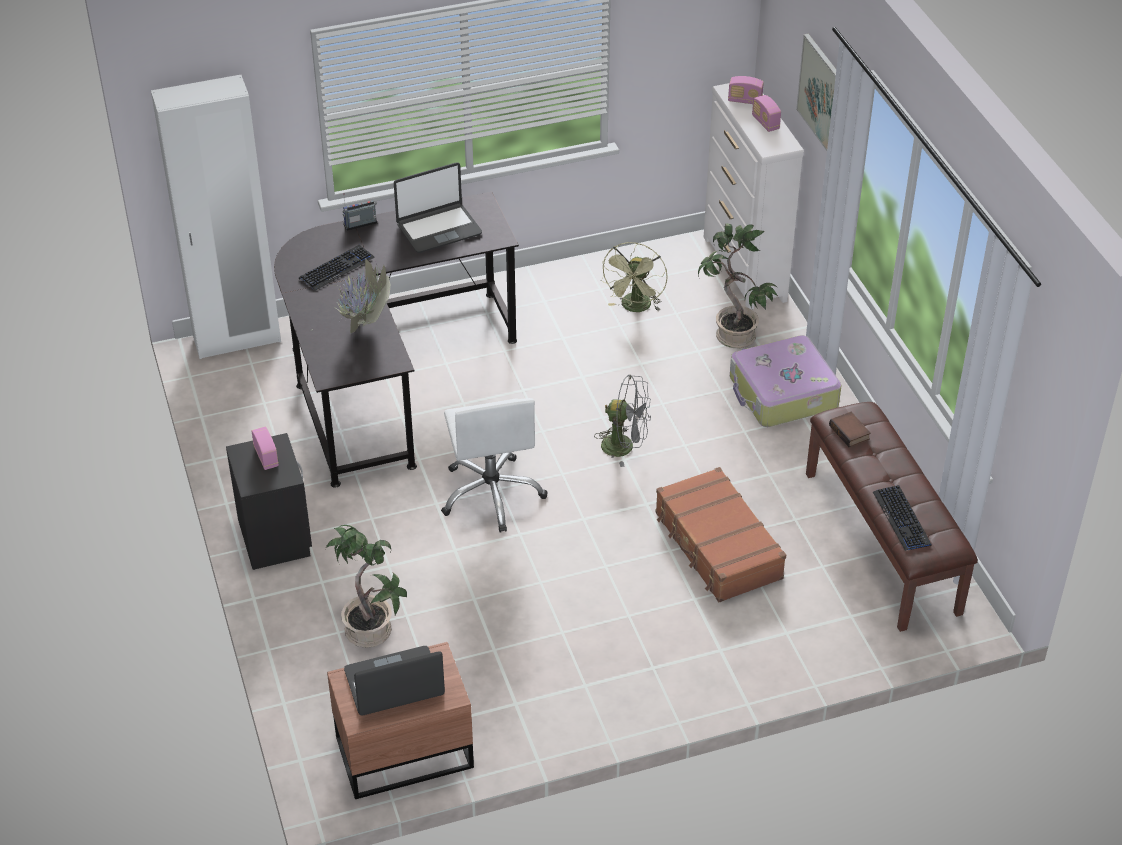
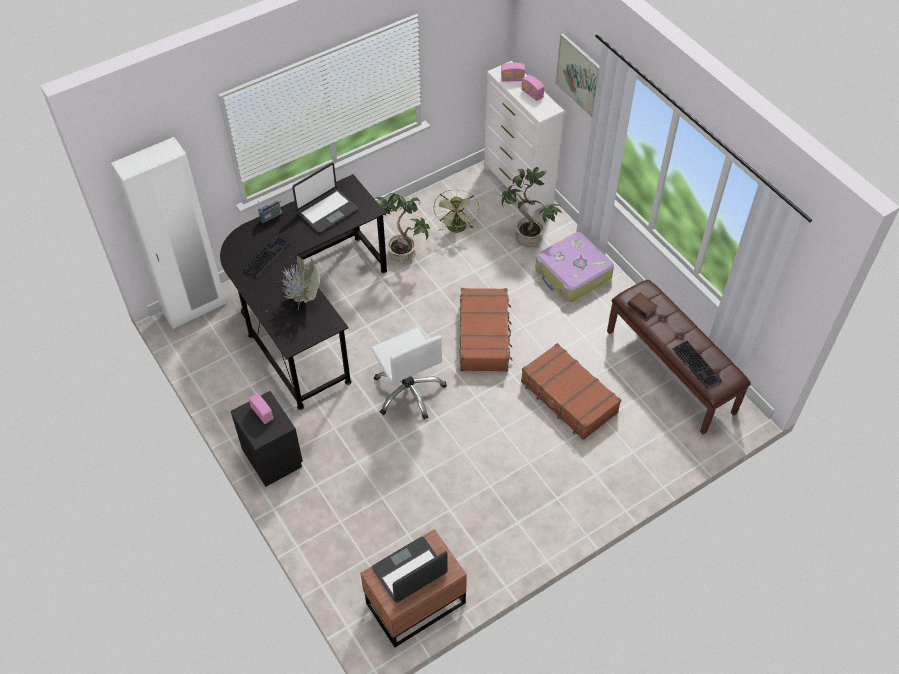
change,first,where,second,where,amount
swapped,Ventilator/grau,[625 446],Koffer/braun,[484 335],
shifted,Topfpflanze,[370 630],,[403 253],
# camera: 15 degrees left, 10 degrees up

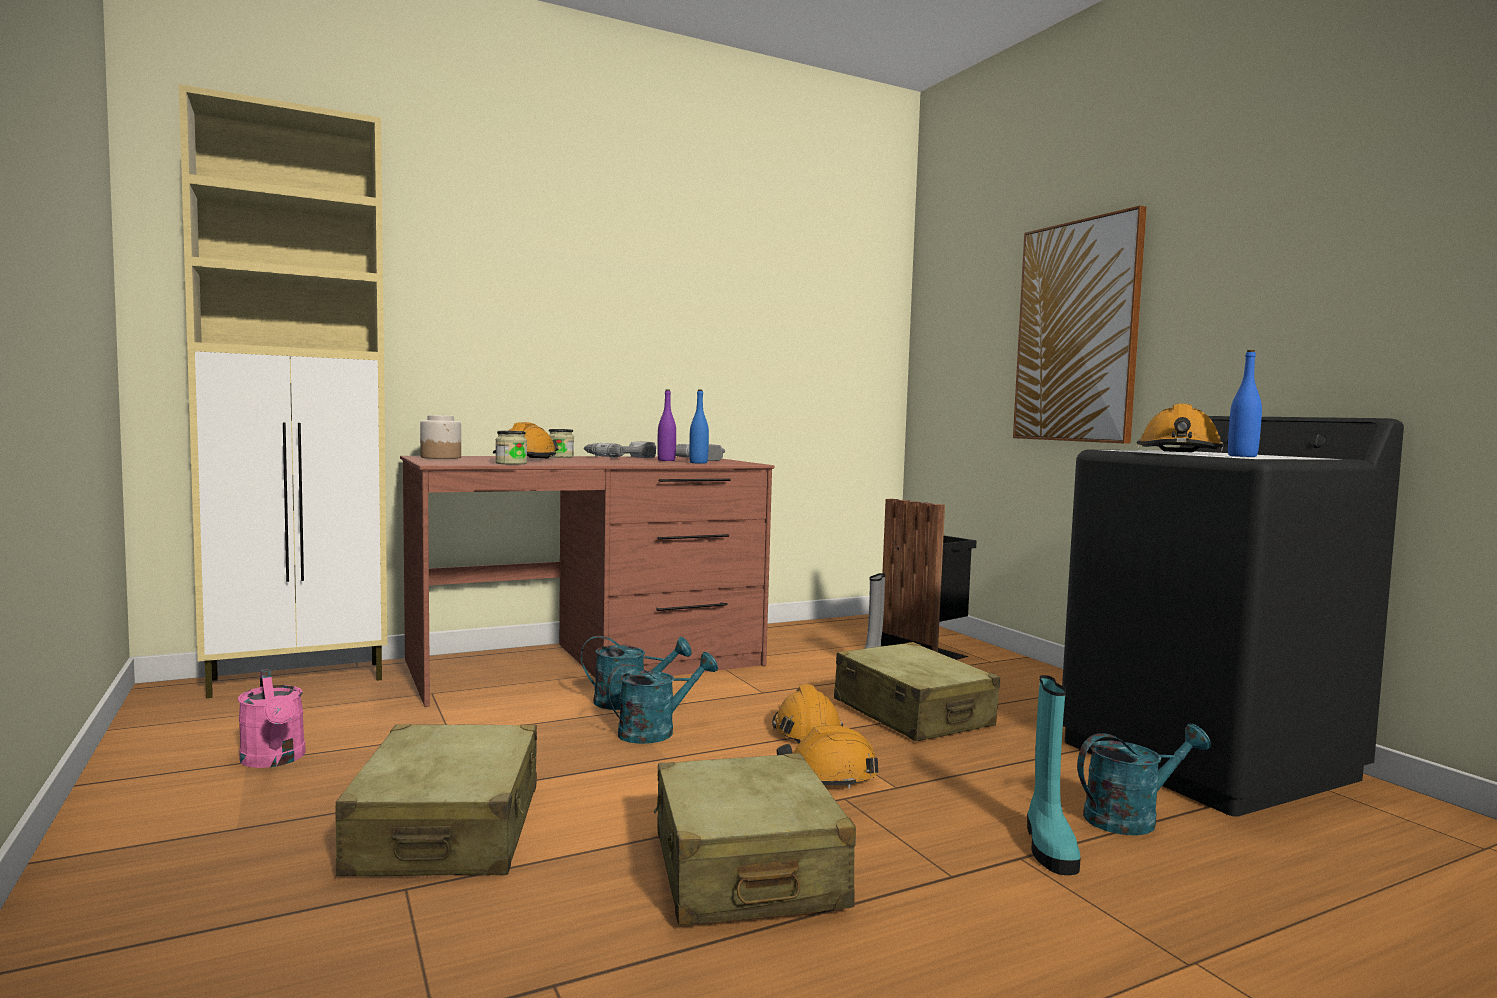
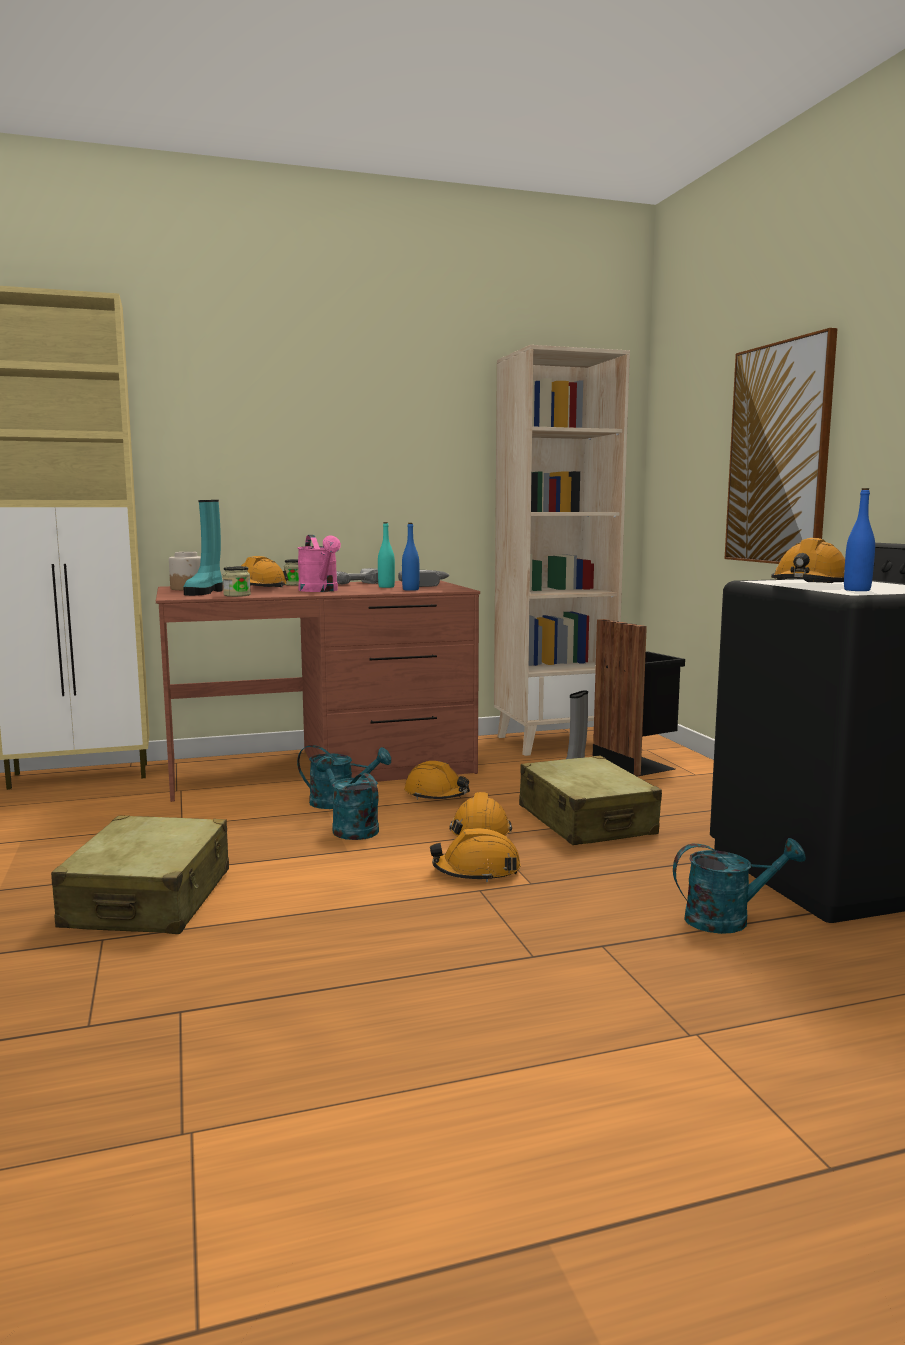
change,first,where,second,where,amount
repainted,Flasche/lila,[666 460],Flasche/türkis,[386 587],
rotated,Gießkanne/türkis,[656 731],,[350 828],105 degrees counterclockwise
shifted,Gießkanne/rosa,[275 760],,[321 590],
shifted,Stiefel/türkis,[1048 846],,[205 592],
gone,Koffer/beige,[746 870],,,
new,,,Bücherregal/beige,[553 742],
new,,,Schutzhelm/orange,[436 795],
# camera: 10 degrees right, 5 degrees up

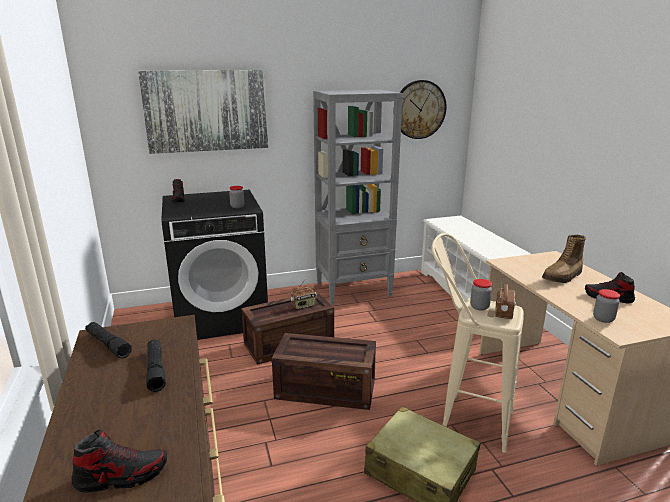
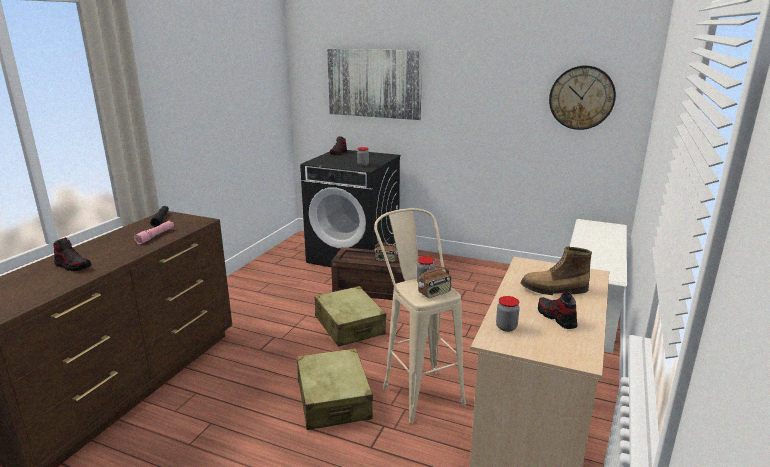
change,first,where,second,where,amount
gone,Bücherregal/grau,[354 290],,,
swapped,Kiste,[323 390],Koffer/beige,[349 326],
repainted,Taschenlampe/schwarz,[156 369],Taschenlampe/rosa,[155 236],
# camera: 40 degrees right, 0 degrees up

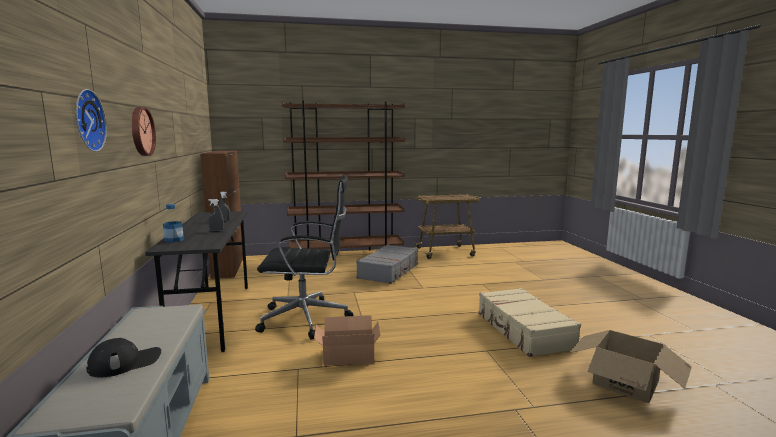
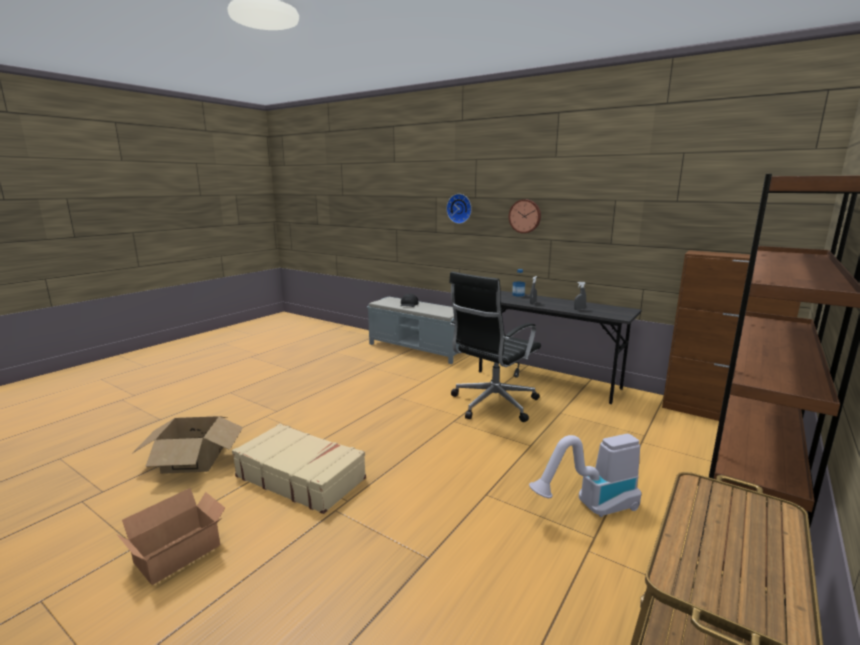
change,first,where,second,where,amount
swapped,Koffer/grau,[389 271],Staubsauger,[590 508],
shifted,Karton,[347 355],,[181 554],
# camera: 135 degrees right, 5 degrees up

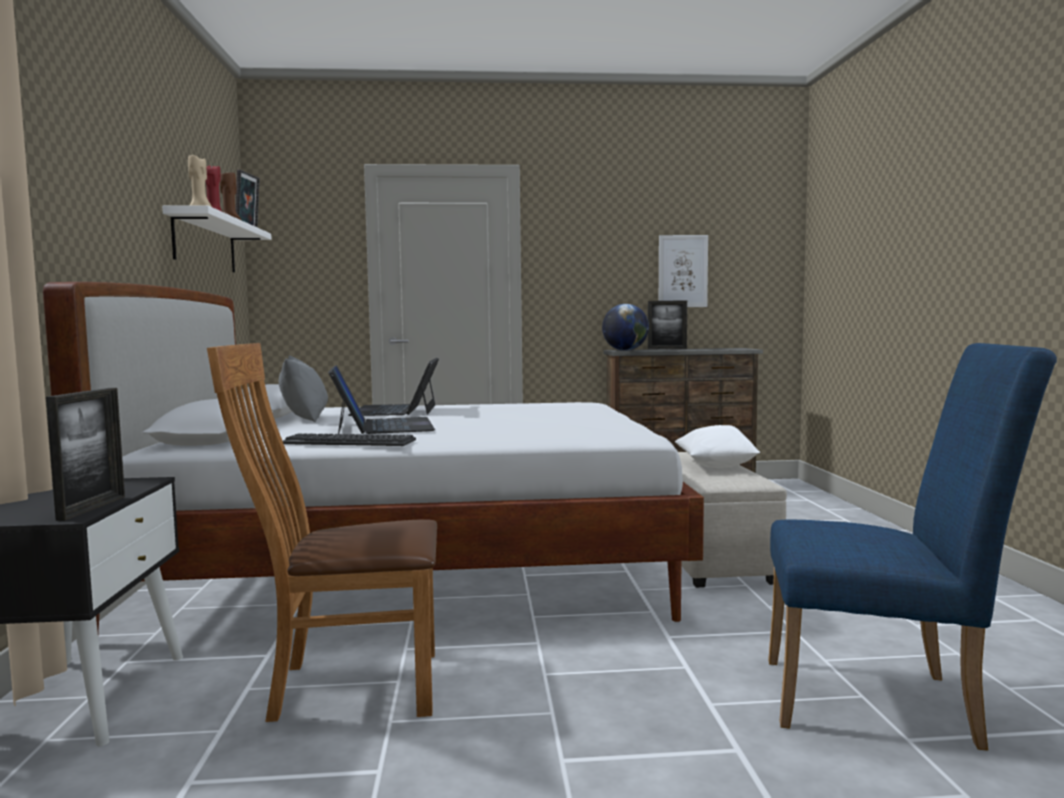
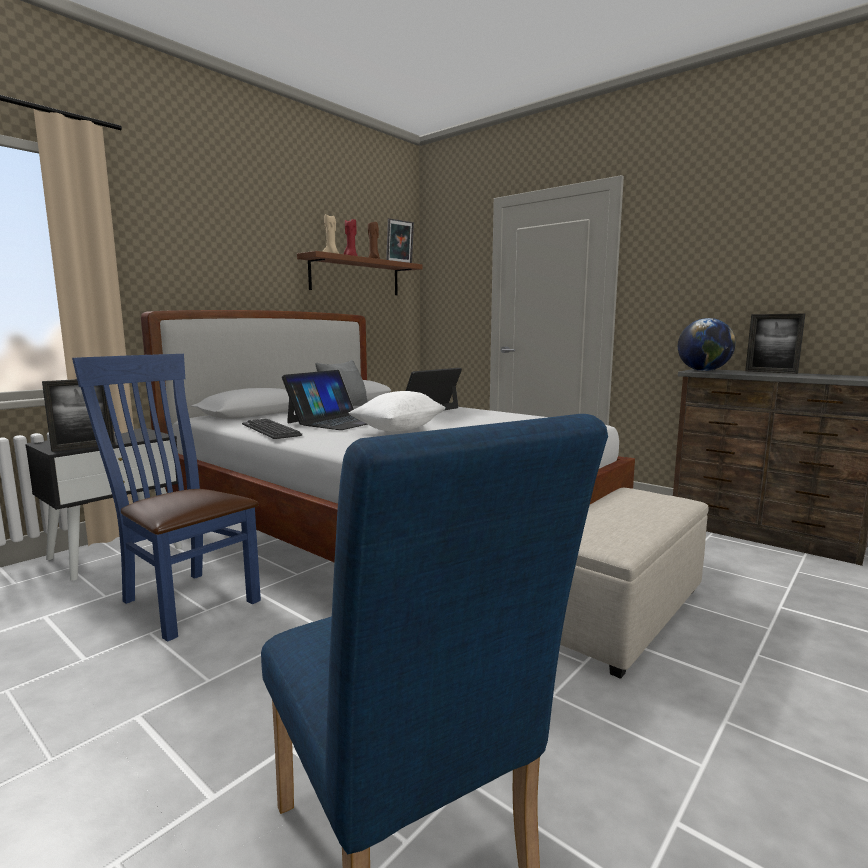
change,first,where,second,where,amount
repainted,Wandregal/weiß,[205 244],Wandregal/braun,[355 276],
gone,Bild,[682 271],,,
repainted,Stuhl/braun,[345 686],Stuhl/blau,[184 599],
shifted,Kissen/weiß,[716 466],,[398 430],
# camera: 45 degrees right, 5 degrees up

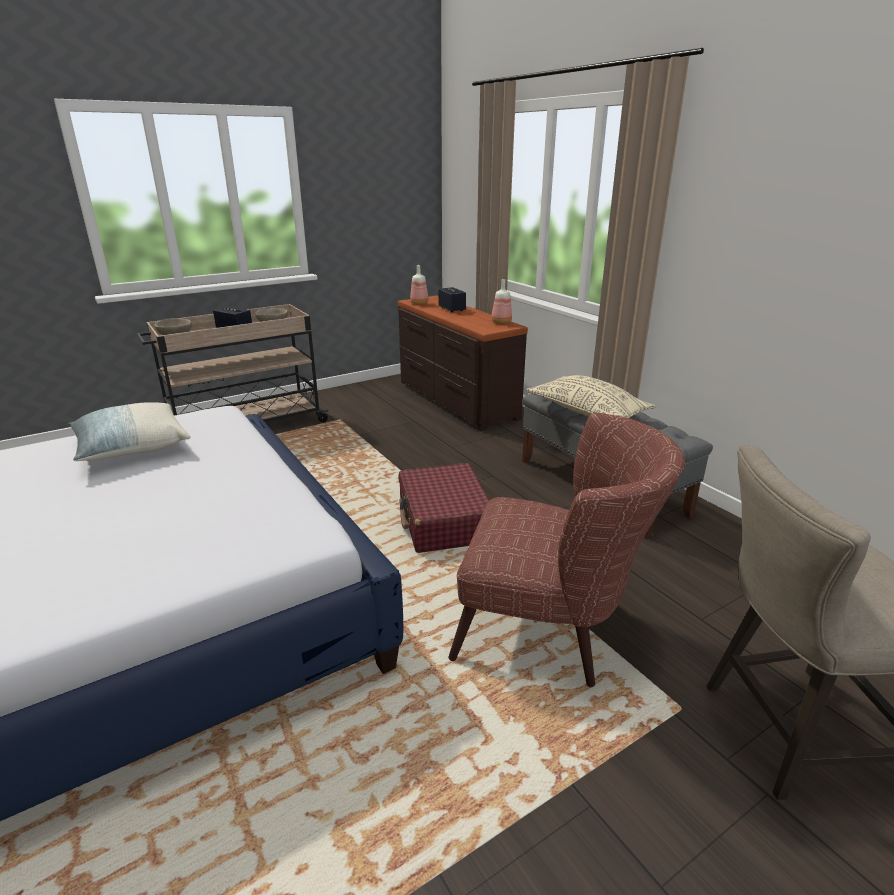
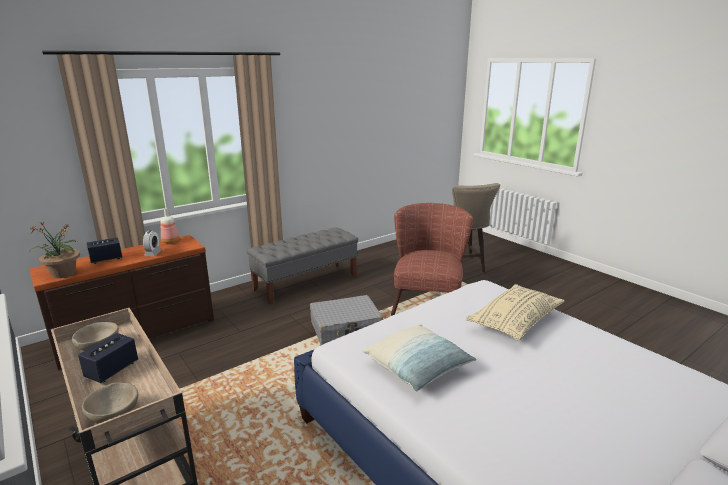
change,first,where,second,where,amount
swapped,Flasche,[419 303],Topfpflanze,[63 274],
shifted,Kissen/beige,[587 412],,[515 321],
repainted,Koffer/rot,[444 521],Koffer/grau,[346 329],
new,,,Wecker,[153 253],
# camera: 95 degrees left, 5 degrees down

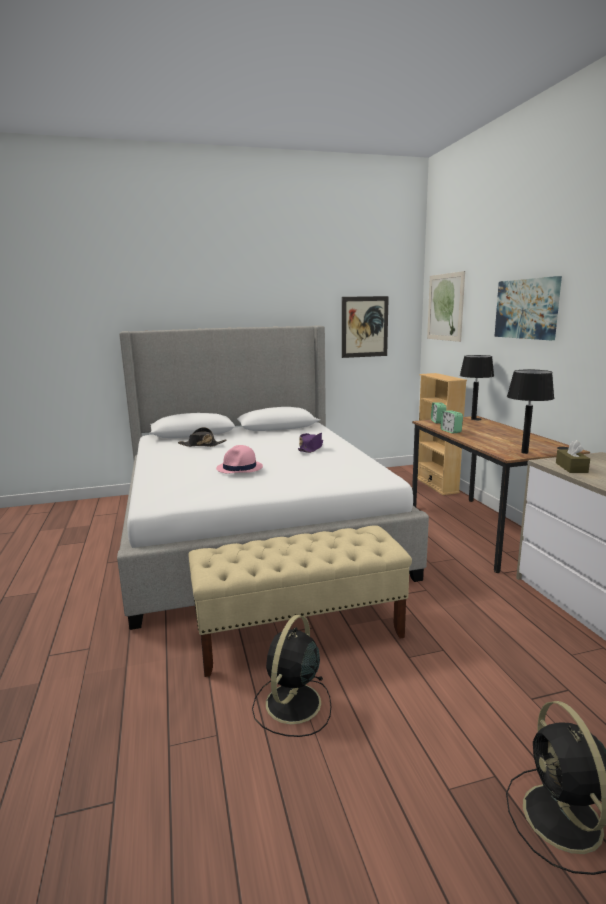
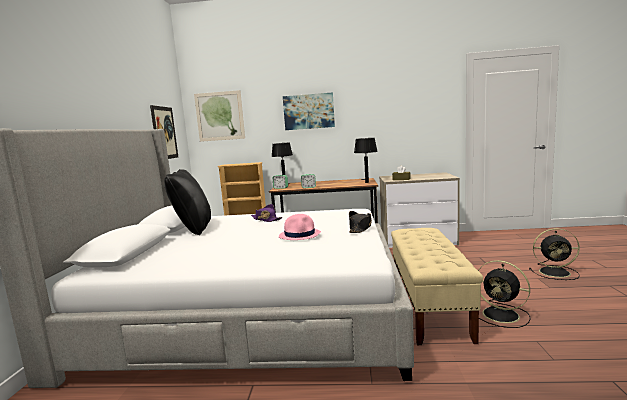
change,first,where,second,where,amount
shifted,Hut/schwarz,[202 445],,[360 228],
new,,,Kissen/schwarz,[193 229],
# camera: 70 degrees left, 5 degrees down

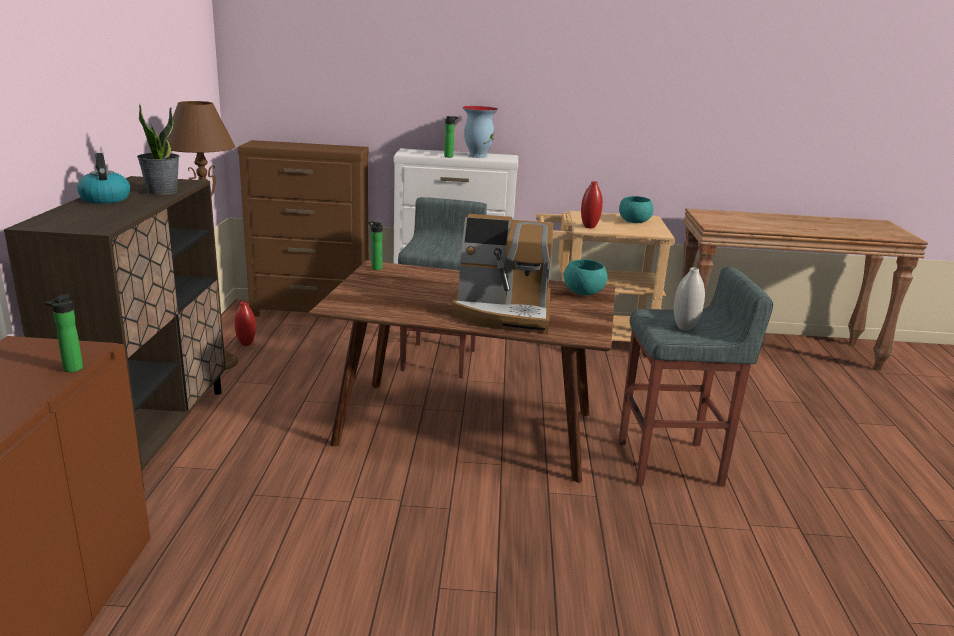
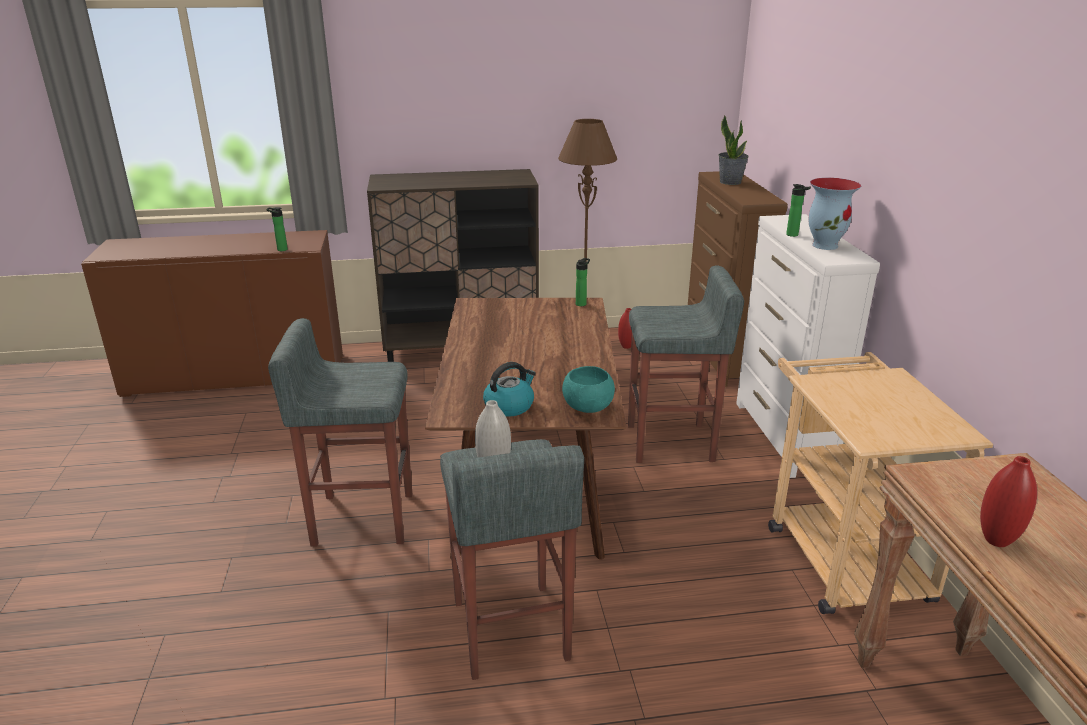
change,first,where,second,where,amount
shifted,Topfpflanze,[162 191],,[730 182],
shifted,Wasserkessel,[105 199],,[509 406],
shifted,Vase/rot,[589 227],,[996 540],
gone,Schüssel/türkis,[634 221],,,
gone,Kaffeemaschine,[504 313],,,
new,,,Hocker/grau,[361 518],
# camera: 80 degrees right, 5 degrees up

